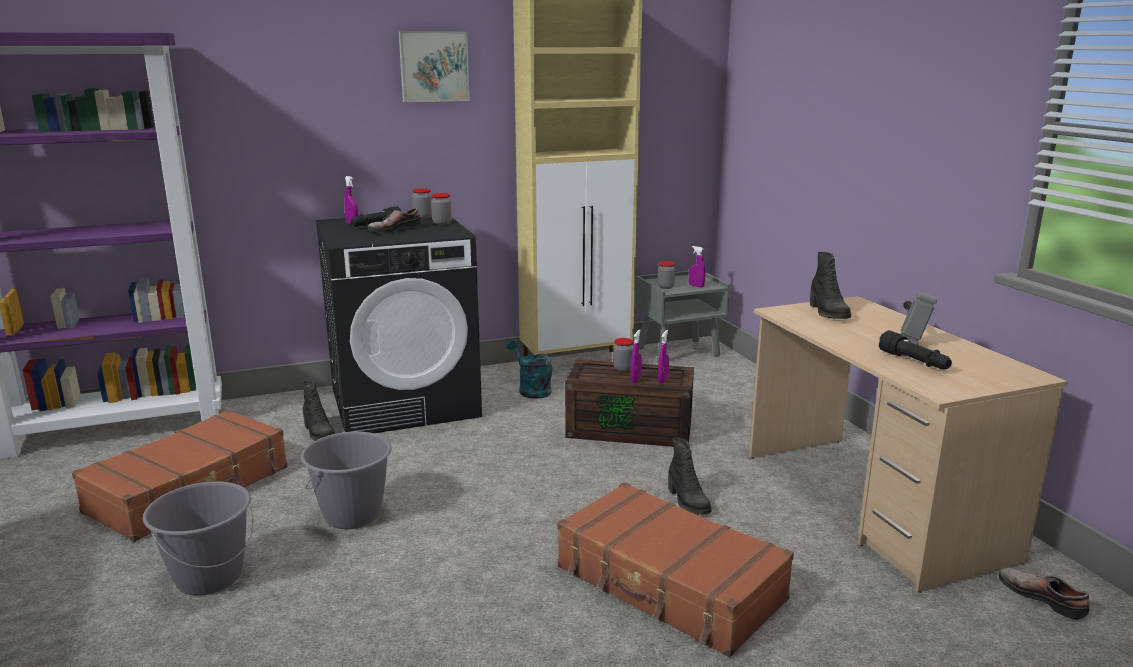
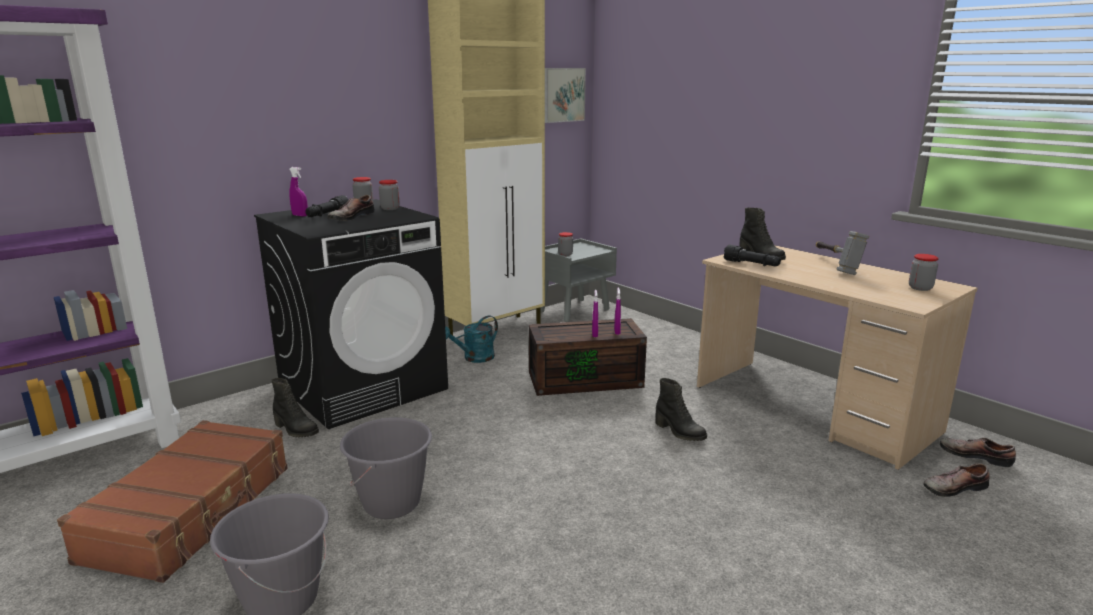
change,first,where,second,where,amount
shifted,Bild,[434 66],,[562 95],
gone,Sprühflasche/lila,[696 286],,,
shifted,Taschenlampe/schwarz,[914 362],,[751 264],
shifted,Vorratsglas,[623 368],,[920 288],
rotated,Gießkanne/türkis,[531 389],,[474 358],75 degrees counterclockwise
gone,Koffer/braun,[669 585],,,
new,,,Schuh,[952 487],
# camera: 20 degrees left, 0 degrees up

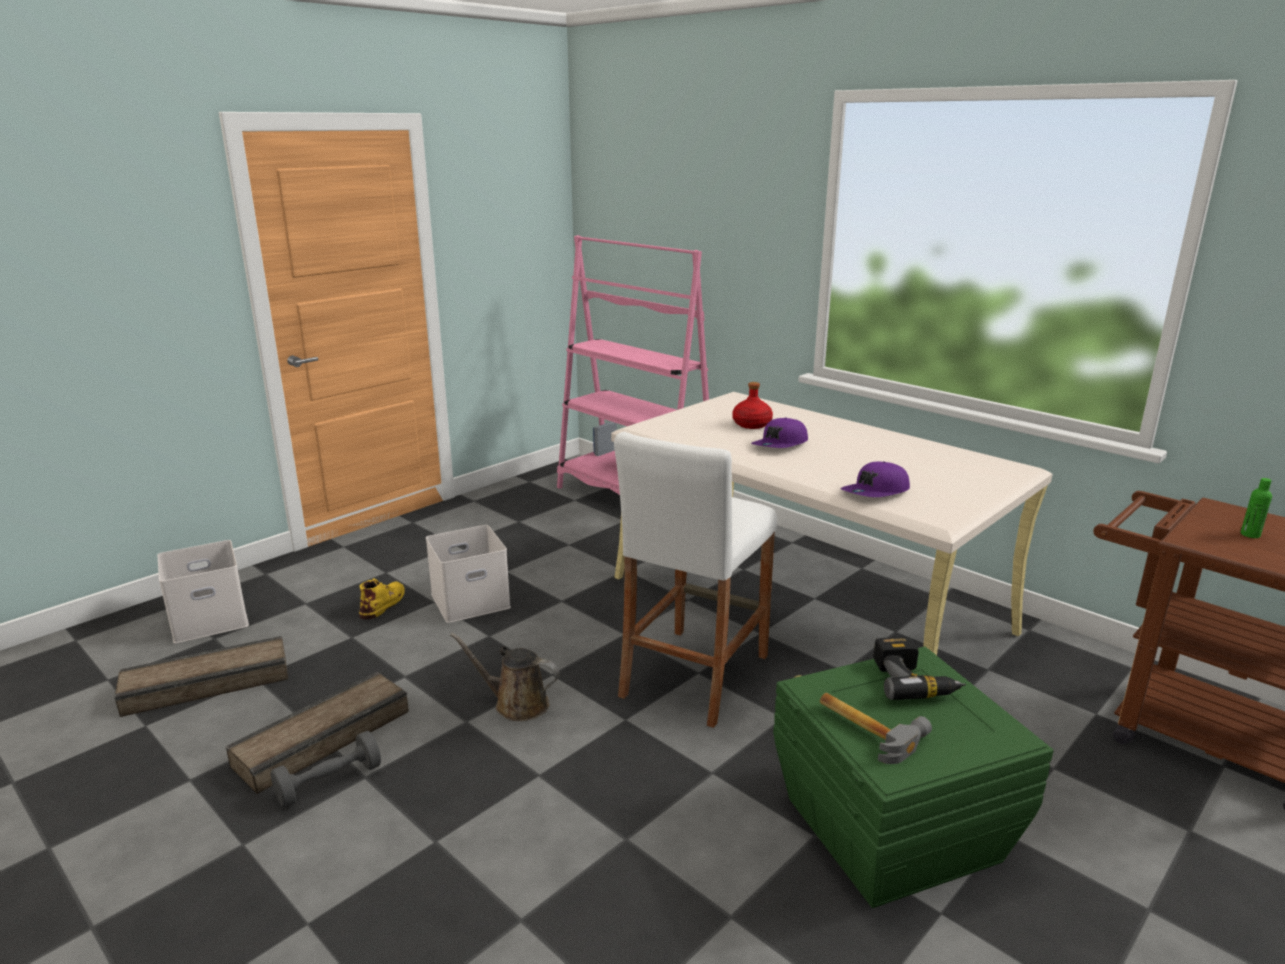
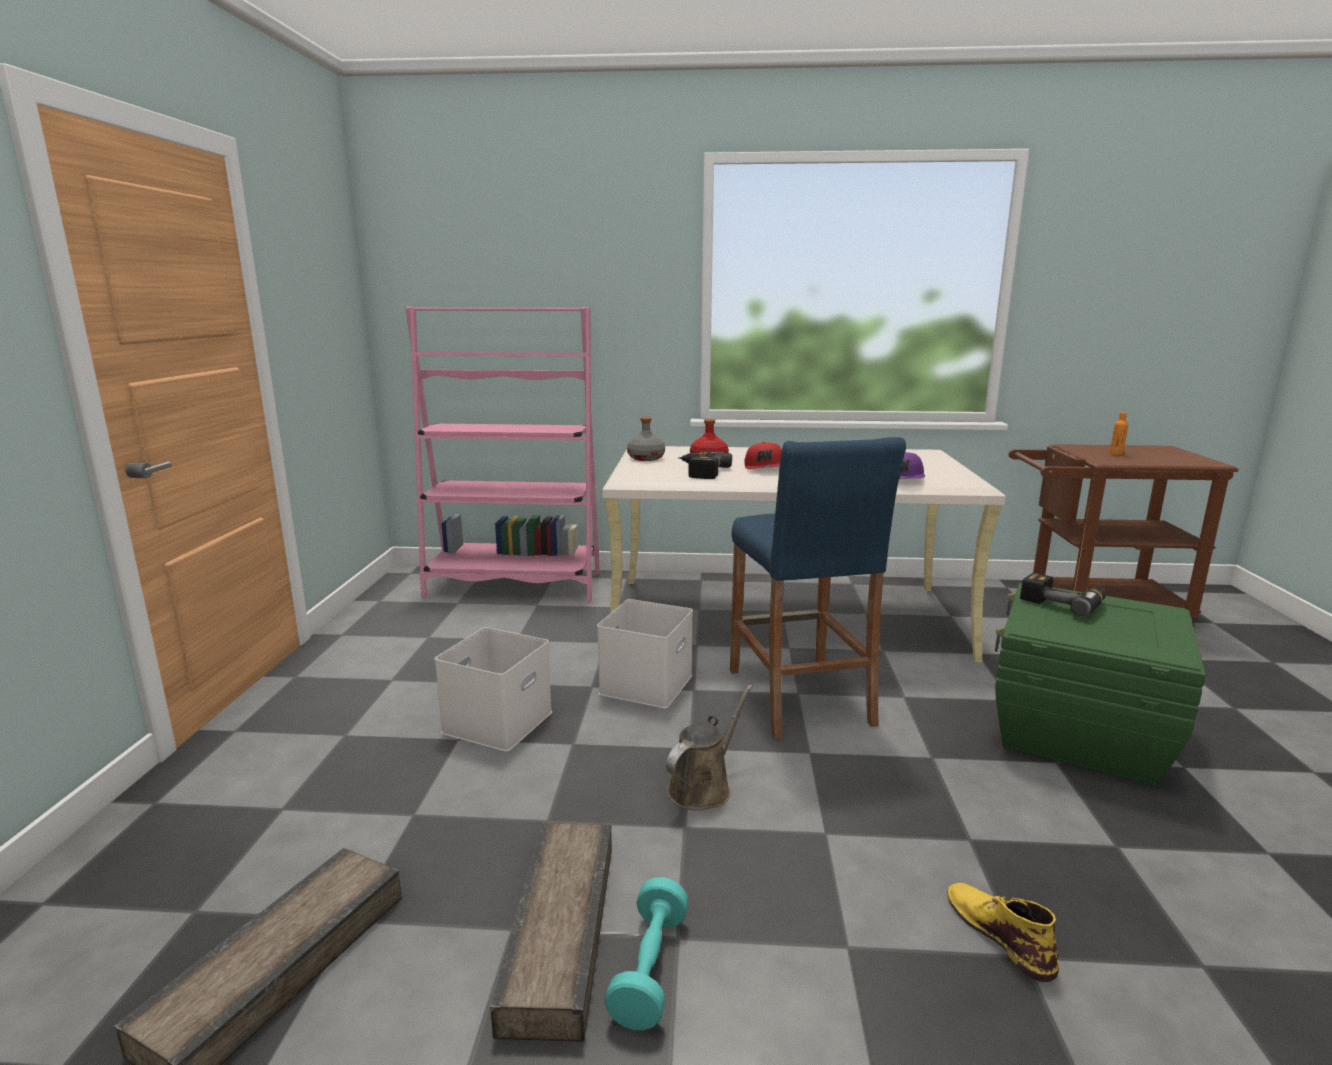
change,first,where,second,where,amount
repainted,Kappe/lila,[780 445],Kappe/rot,[765 468],
repainted,Hocker/weiß,[694 675],Hocker/blau,[798 696],
repainted,Flasche/grün,[1250 534],Flasche/orange,[1116 454],
shifted,Aufbewahrungsbox/weiß,[207 620],,[647 685],
shifted,Stiefel/gelb,[383 603],,[998 932],
rotated,Gießkanne/braun,[516 704],,[703 787],150 degrees clockwise
gone,Hammer,[868 727],,,
repainted,Hantel/grau,[329 783],Hantel/türkis,[650 969],
new,,,Flasche/grau,[646 458],
new,,,Bohrmaschine,[700 472],
# camera: 40 degrees left, 5 degrees down

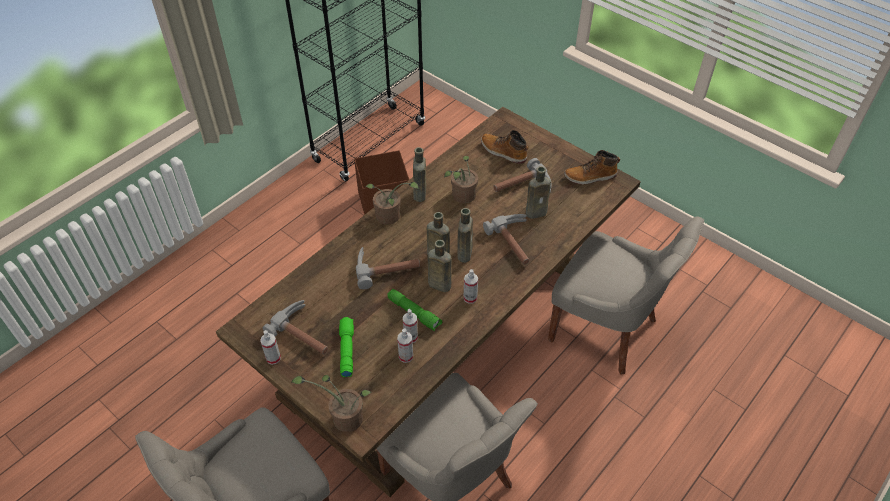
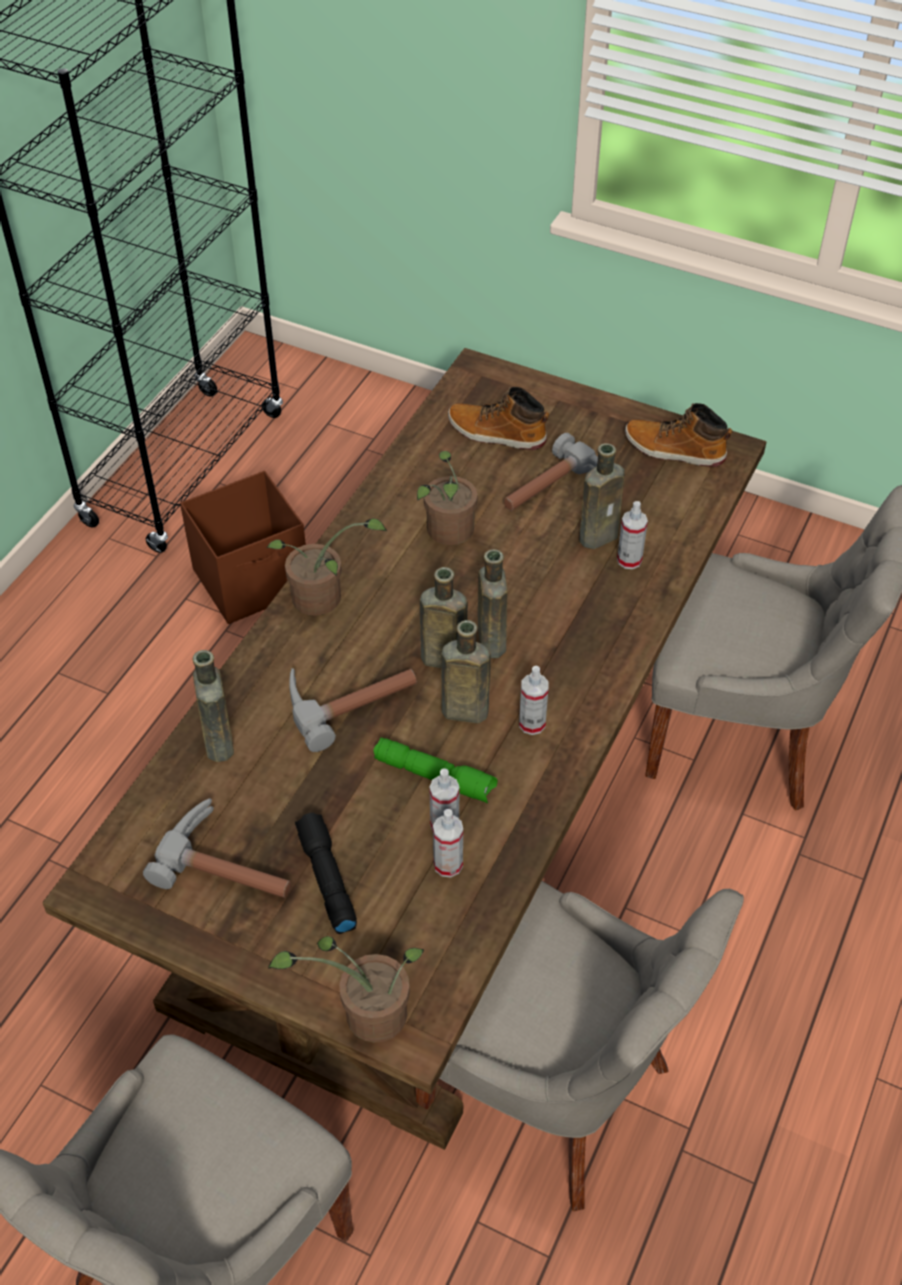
change,first,where,second,where,amount
shifted,Flasche/braun,[420 195],,[219 745],
rotated,Stiefel,[590 177],,[674 450],45 degrees clockwise
gone,Hammer,[516 242],,,
repainted,Taschenlampe/grün,[346 350],Taschenlampe/schwarz,[325 878],
shifted,Sprühflasche,[273 358],,[629 560],
# camera: 15 degrees left, 0 degrees up

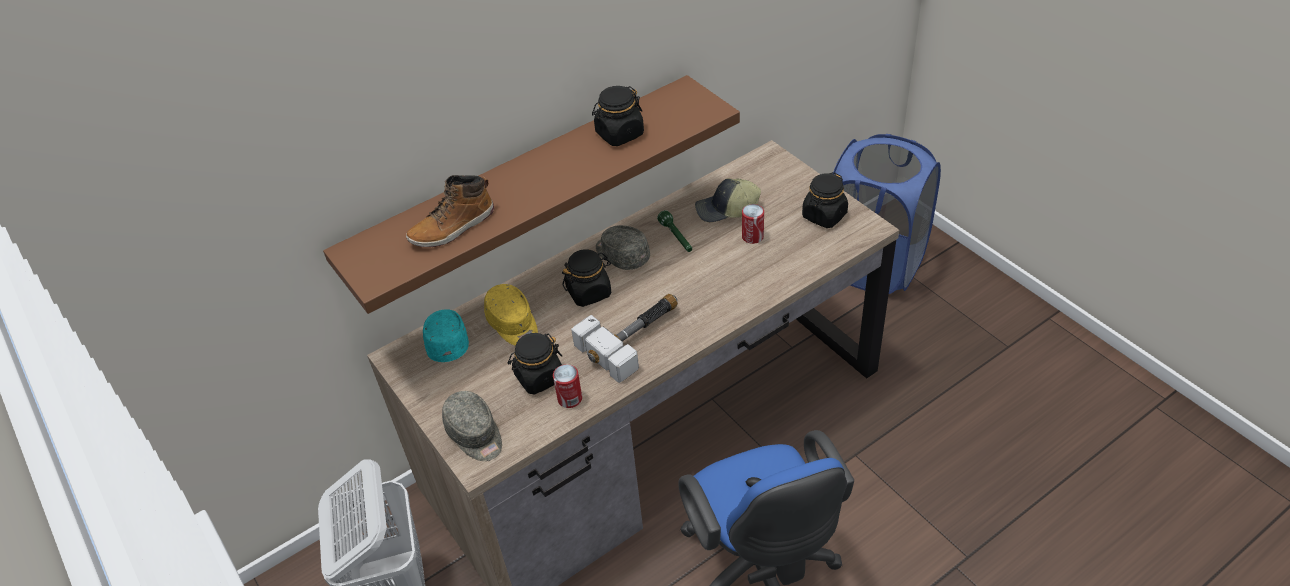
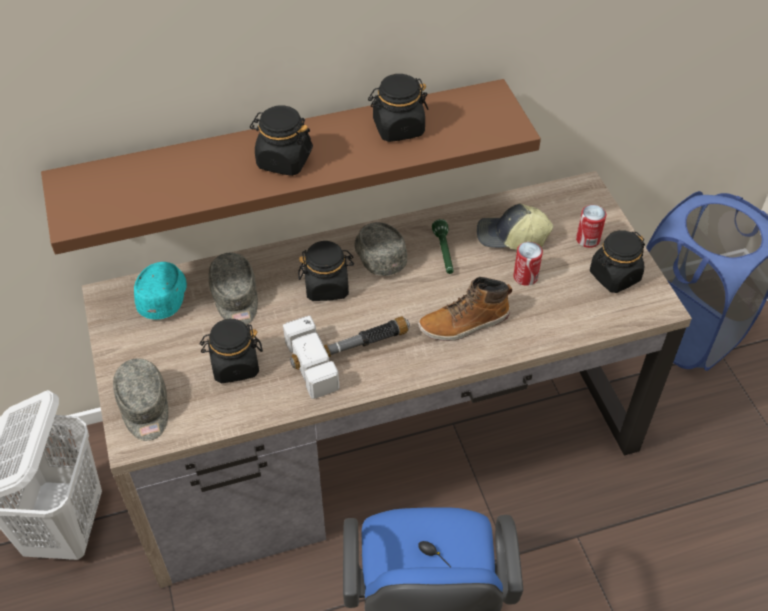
change,first,where,second,where,amount
shifted,Stiefel,[453 227],,[464 323],
repainted,Kappe/gelb,[513 325],Kappe/grau,[235 298],
shifted,Dose,[570 398],,[587 239],
new,,,Vorratsglas/schwarz,[283 160],
# camera: 15 degrees right, 5 degrees up

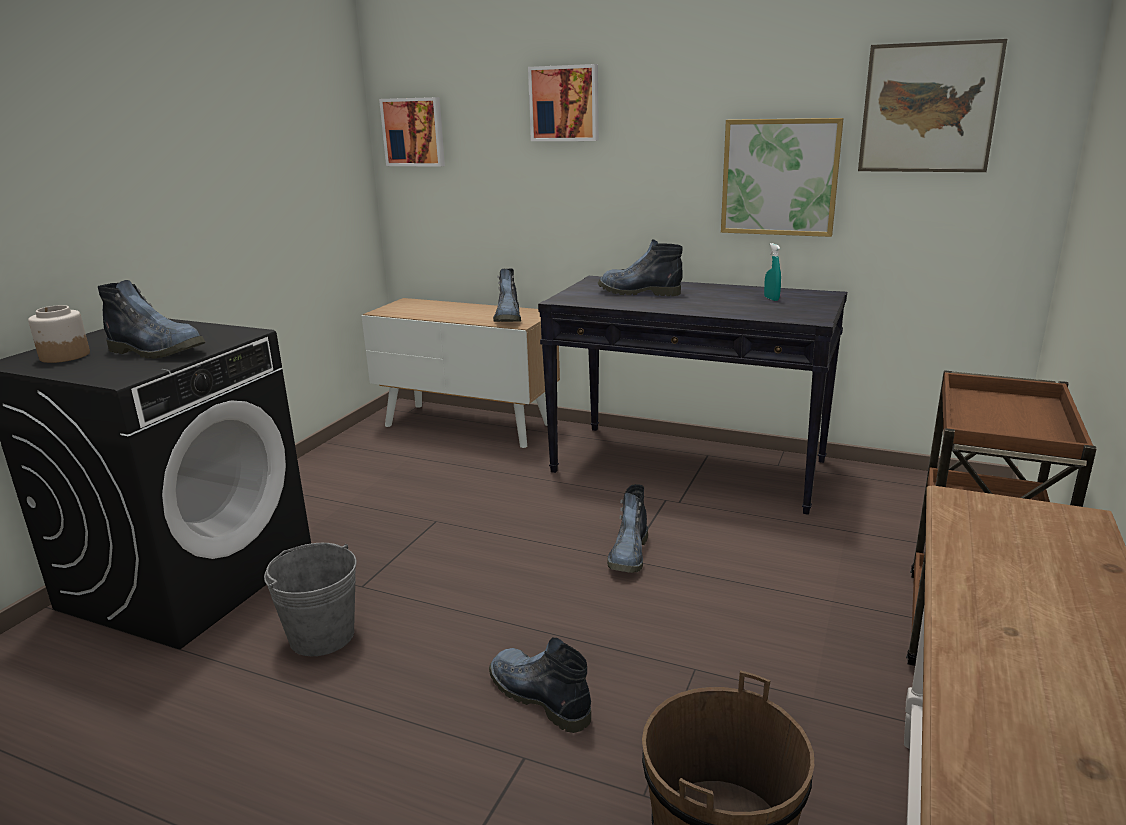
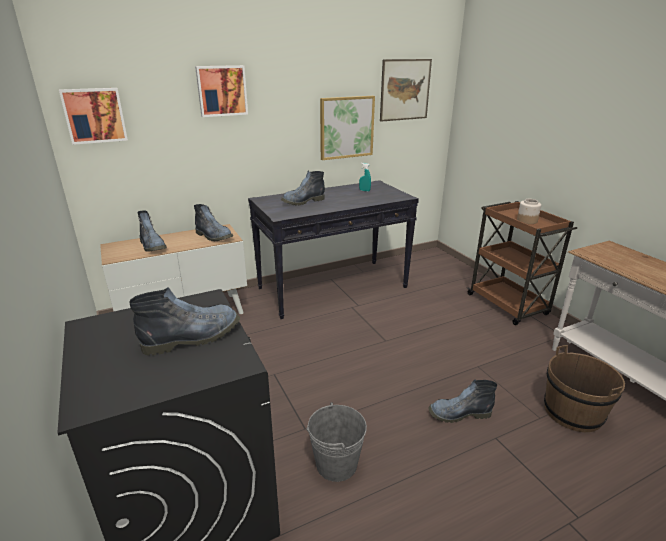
change,first,where,second,where,amount
shifted,Vorratsglas,[64 356],,[526 221],
shifted,Stiefel,[629 555],,[153 246],
# camera: 50 degrees left, 5 degrees up

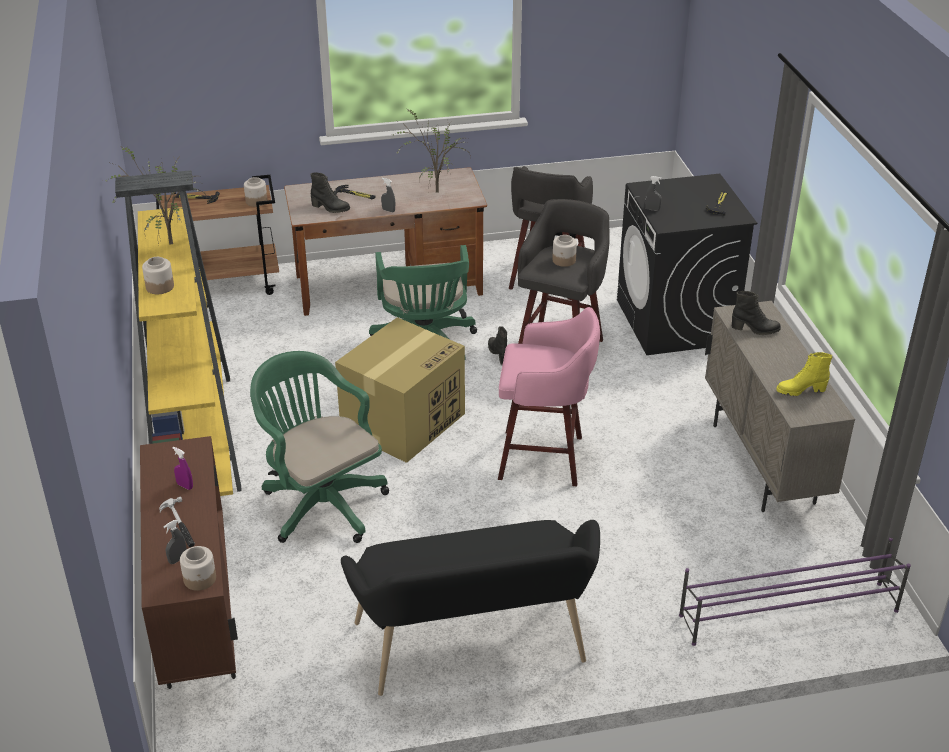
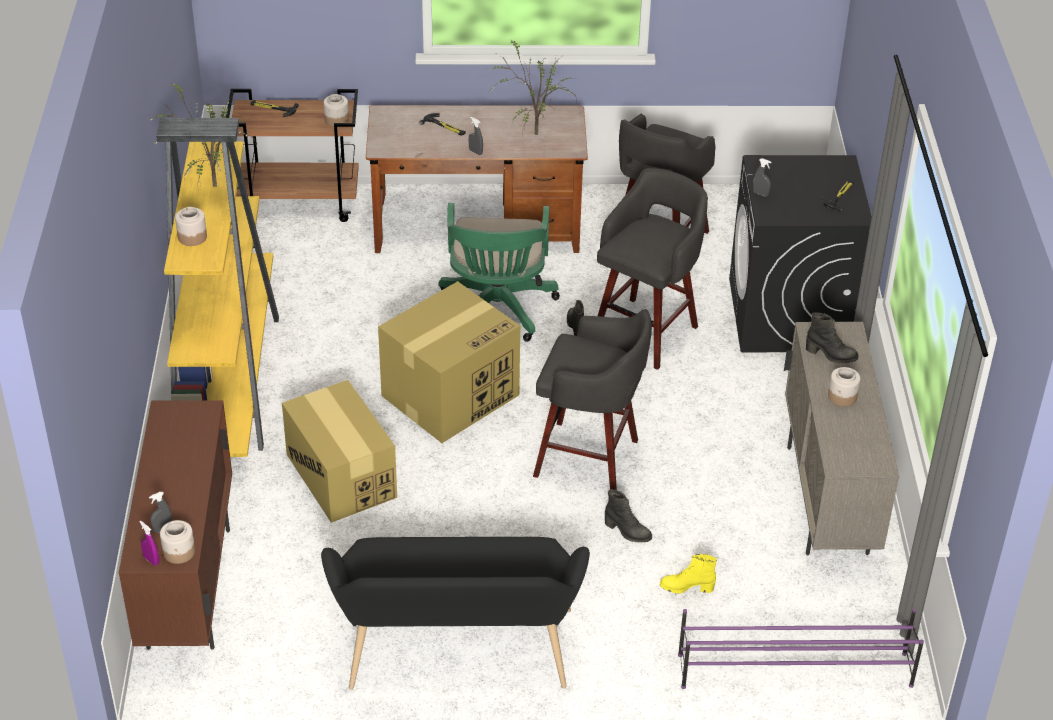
change,first,where,second,where,amount
shifted,Stiefel/schwarz,[330 208],,[627 532],
shifted,Vorratsglas,[564 260],,[842 397],
repainted,Hocker/rosa,[544 458],Hocker/grau,[590 459],
swapped,Bürostuhl/grün,[320 502],Karton,[341 475],
shifted,Stiefel/gelb,[800 390],,[686 587],
shifted,Sprühflasche/lila,[185 486],,[151 560],
gone,Hammer,[180 525],,,
# camera: 10 degrees right, 5 degrees up

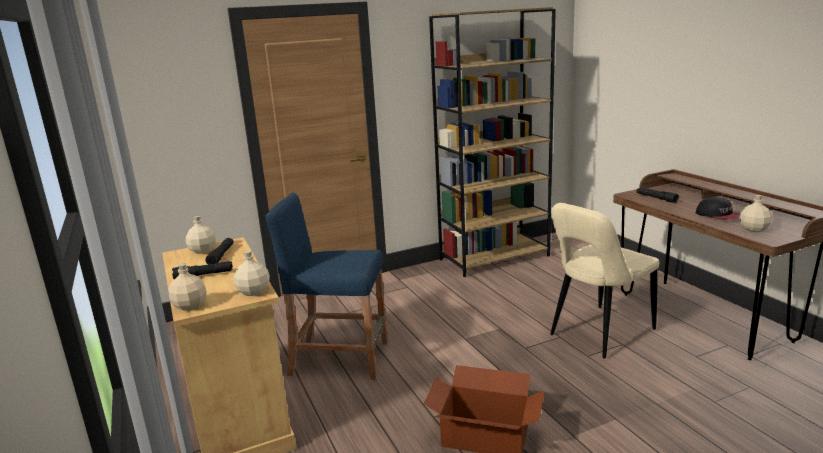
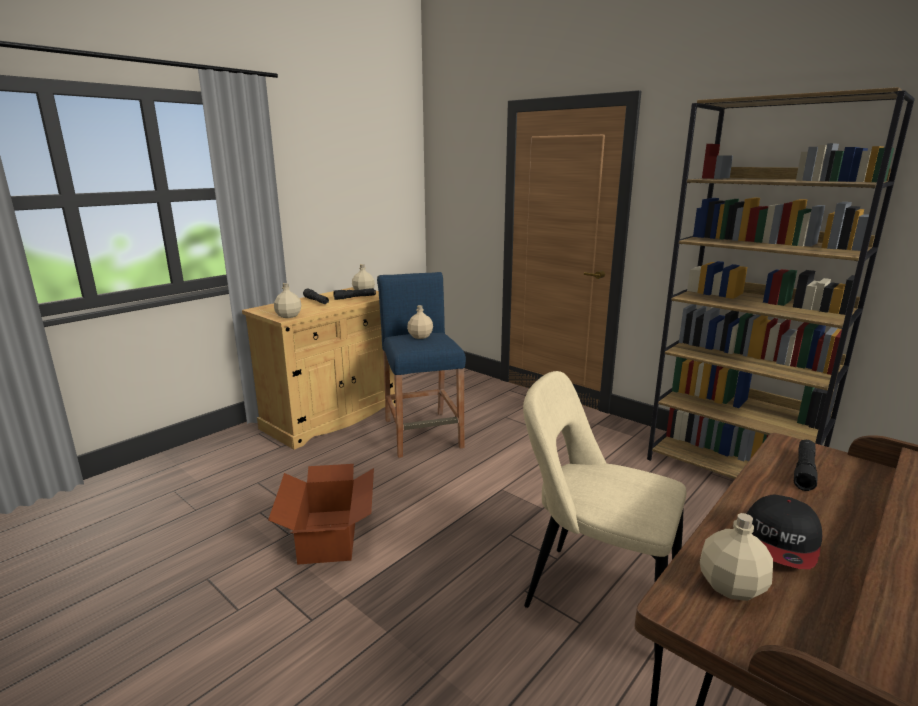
change,first,where,second,where,amount
shifted,Flasche/beige,[189 306],,[420 336],
# camera: 65 degrees right, 0 degrees up

